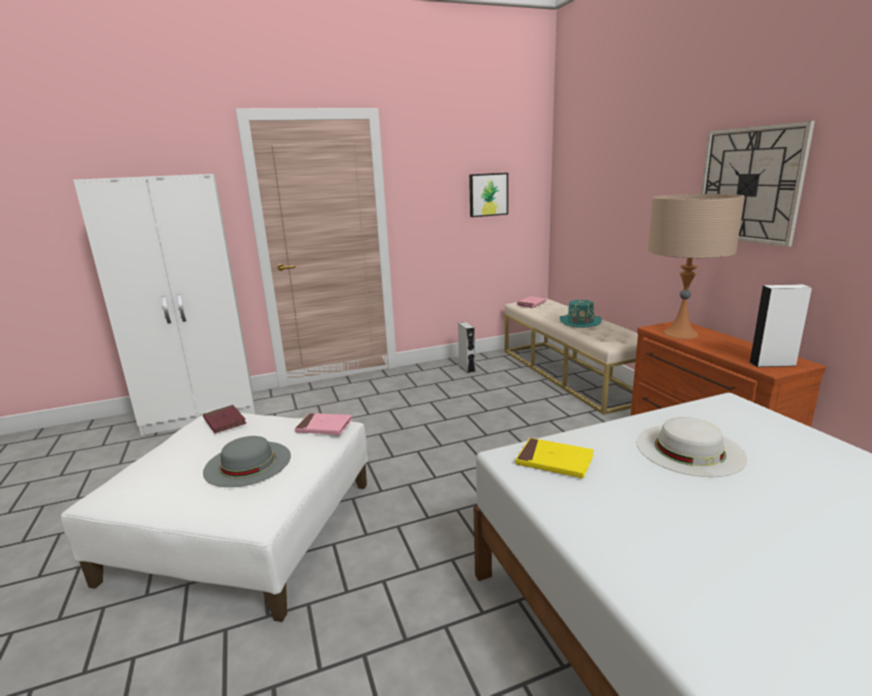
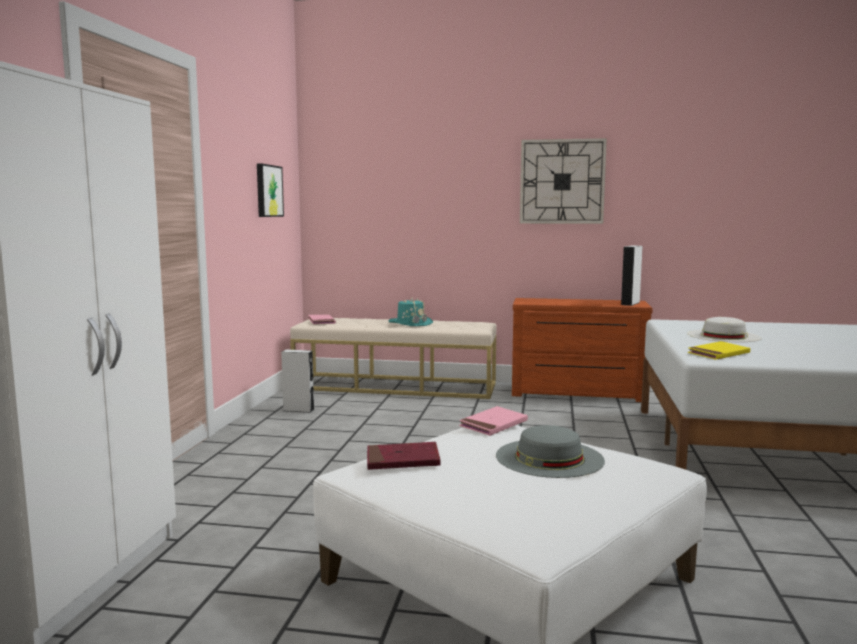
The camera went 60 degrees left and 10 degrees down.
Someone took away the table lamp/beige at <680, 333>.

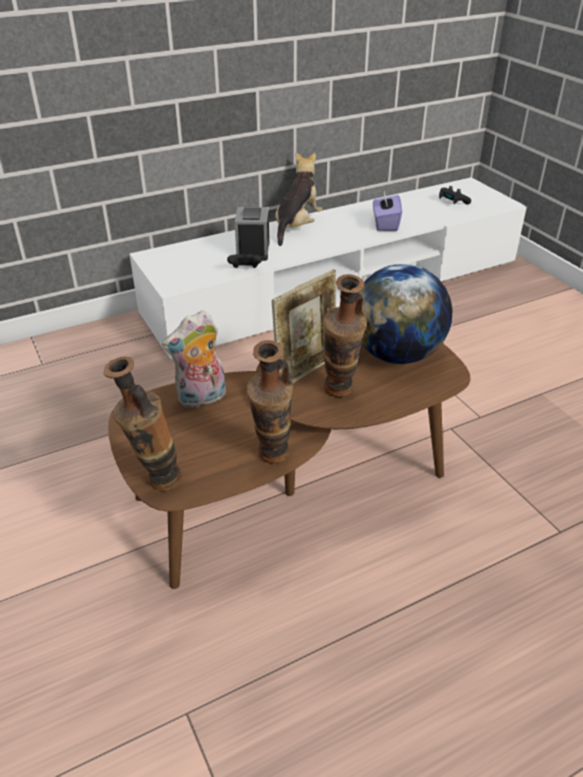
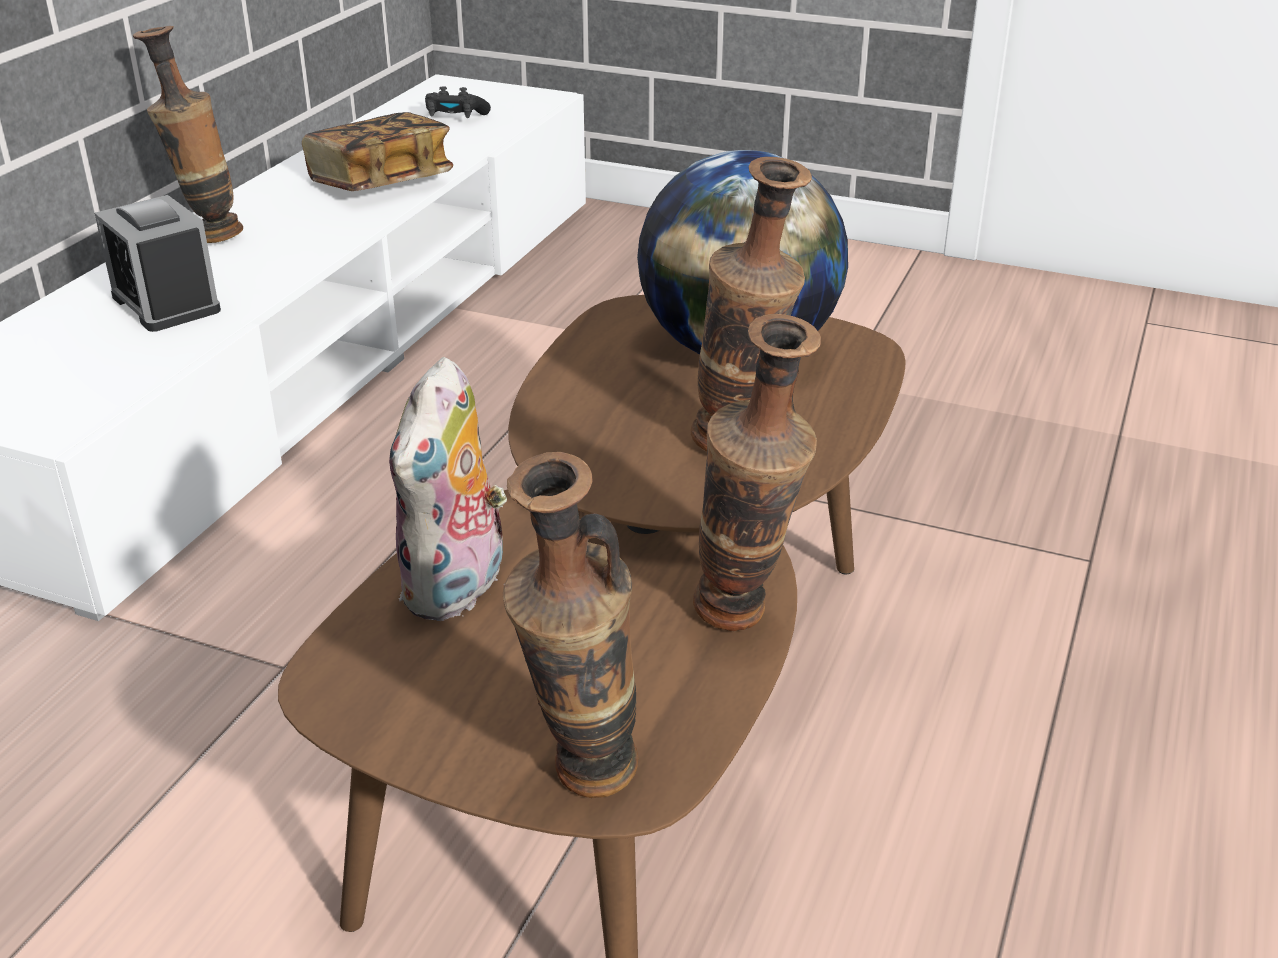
The camera went 40 degrees left and 5 degrees down.
Someone swapped the plush toy at <297, 226> for the vase at <208, 235>.
Someone swapped the tissue box/purple at <385, 224> for the book at <381, 182>.
Someone took away the game controller/black at <245, 270>.
Someone took away the picture frame at <306, 371>.

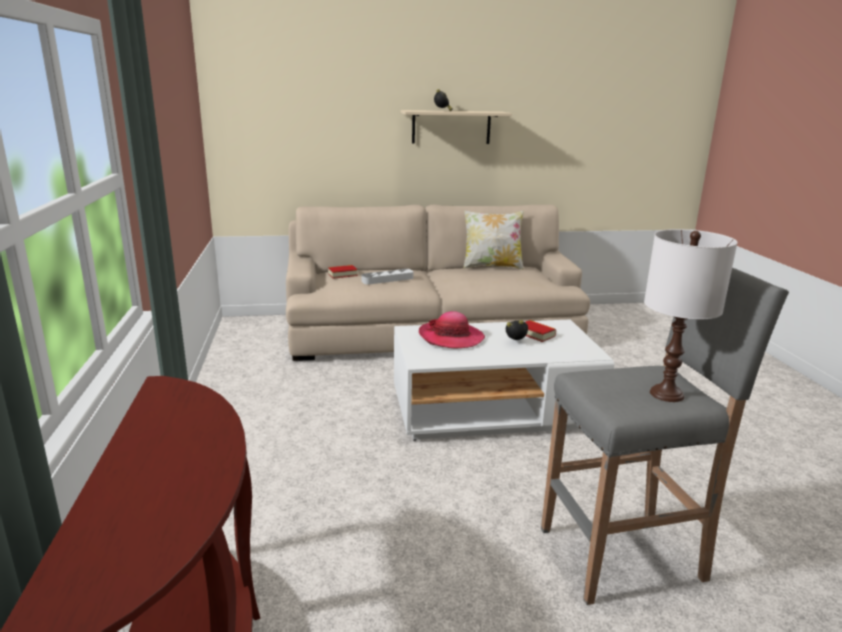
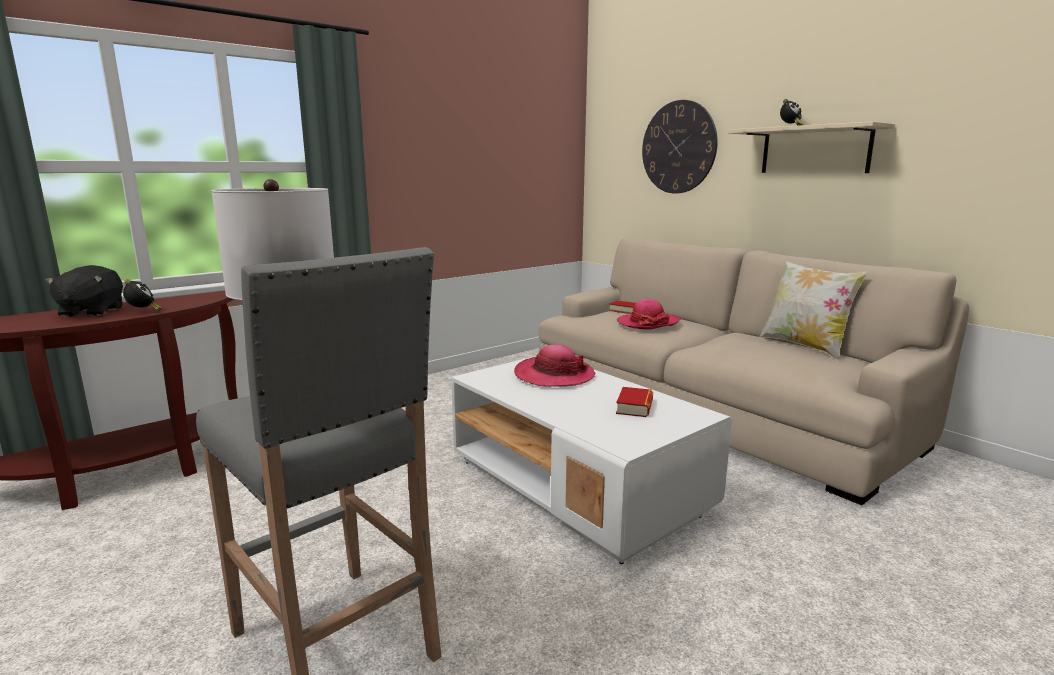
The camera went 60 degrees right and 5 degrees down.
Someone swapped the tray/grey at <387, 279> for the hat at <648, 323>.
Someone carried the alarm clock from <516, 342> to <143, 312>.
Someone put up the wall clock at <678, 147>.
Someone put down the plush toy/black at <91, 312>.

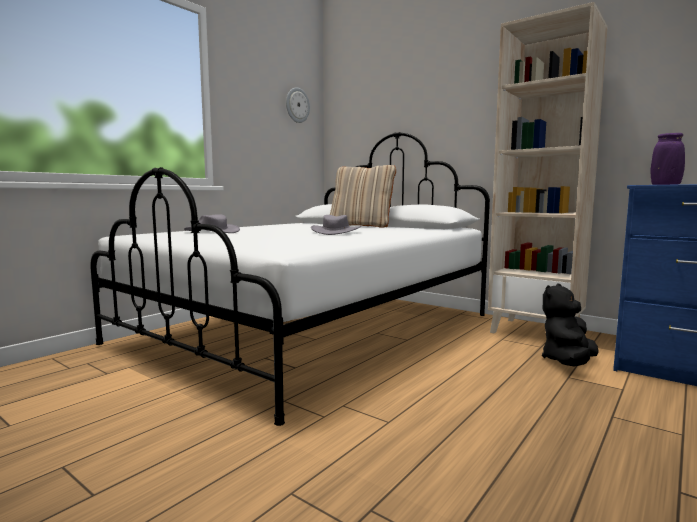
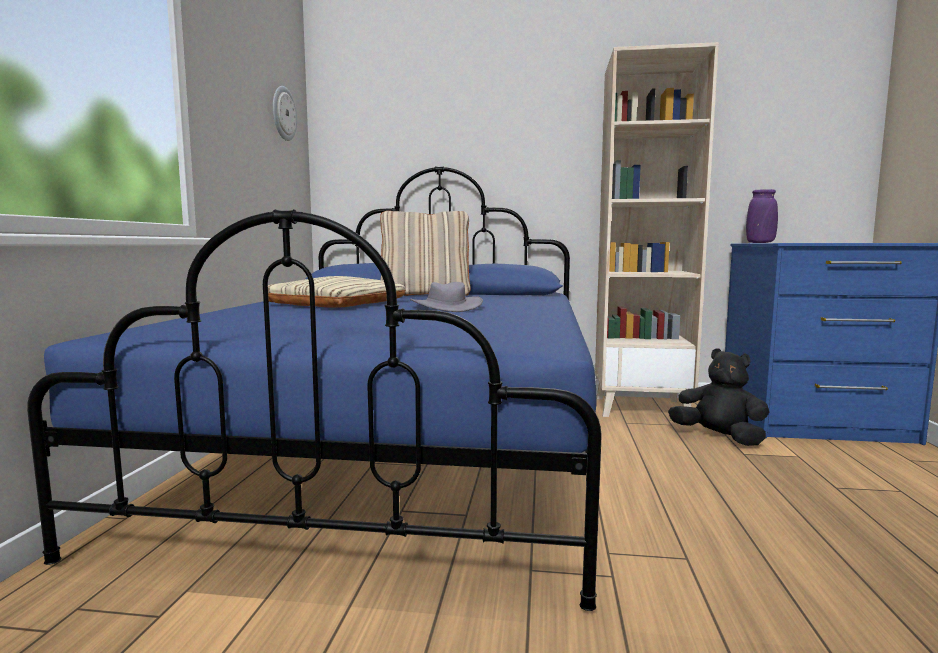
The camera went 30 degrees left and 0 degrees up.
Someone repainted the bed/white at <313, 329>, which became the bed/blue at <400, 451>.
Someone took away the hat/grey at <212, 232>.
Someone rotated the plush toy/black at <568, 362> by 120 degrees clockwise.
Someone put down the pillow/beige at <336, 303>.

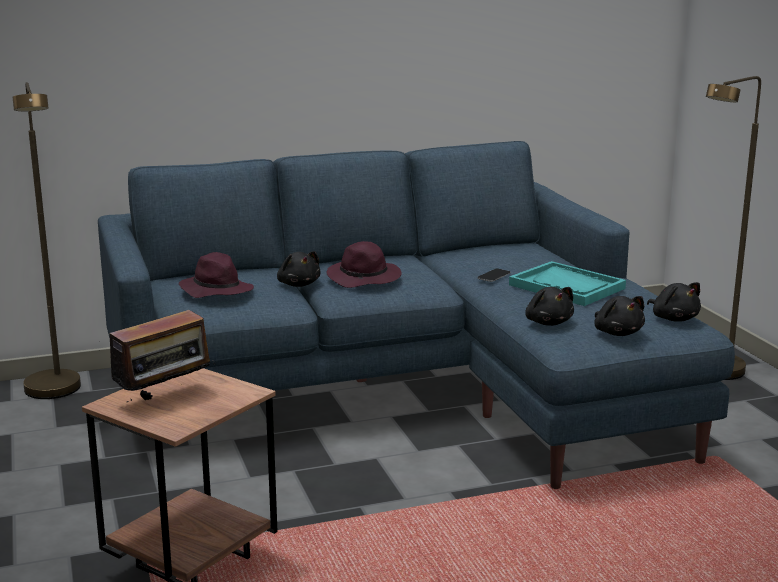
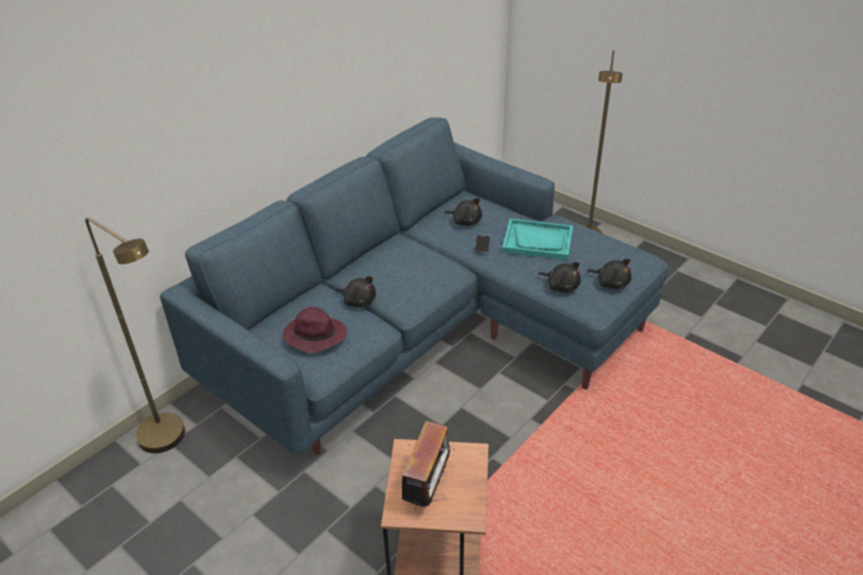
The camera went 30 degrees left and 20 degrees up.
Someone took away the hat/purple at <365, 278>.
Someone carried the plush toy/black from <673, 318> to <465, 221>.

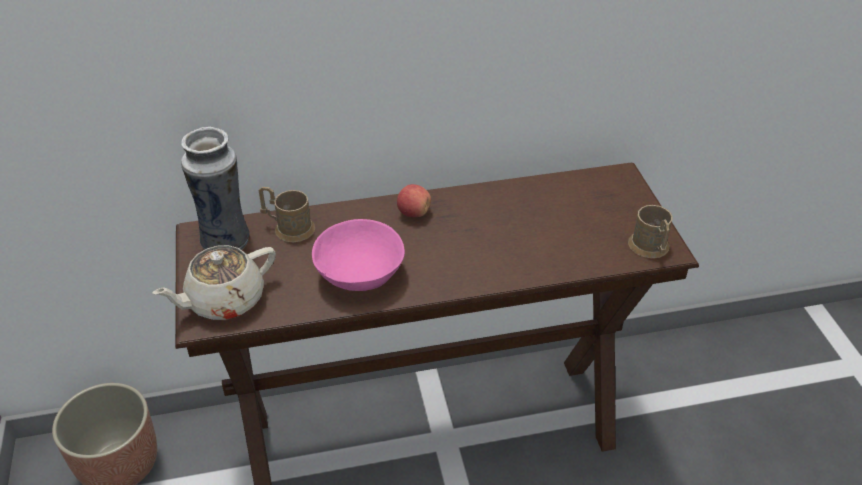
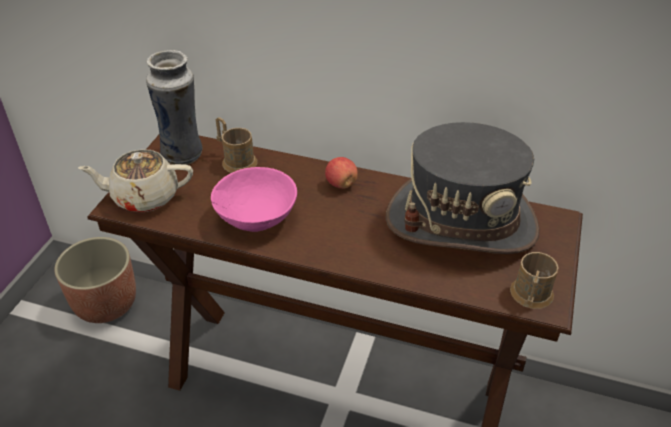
The camera went 30 degrees right and 0 degrees up.
Someone put down the hat/grey at <461, 222>.

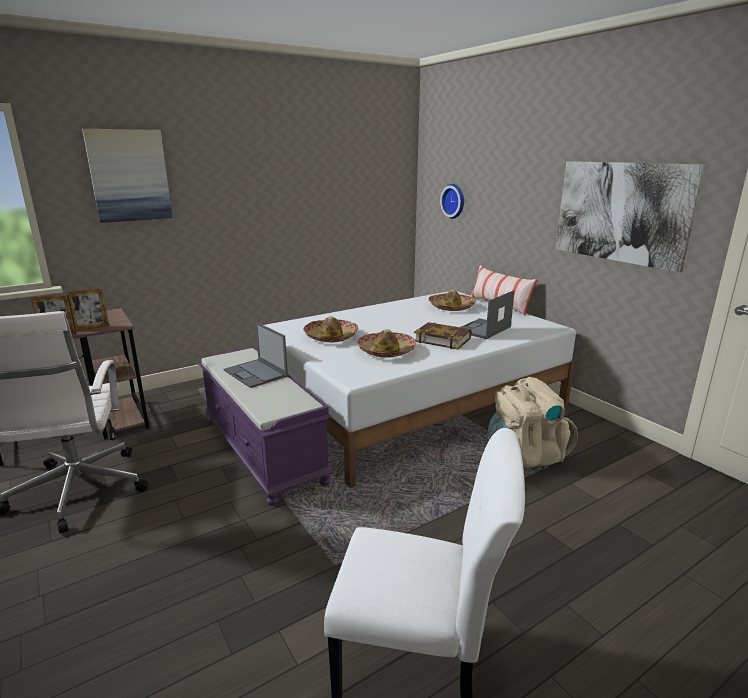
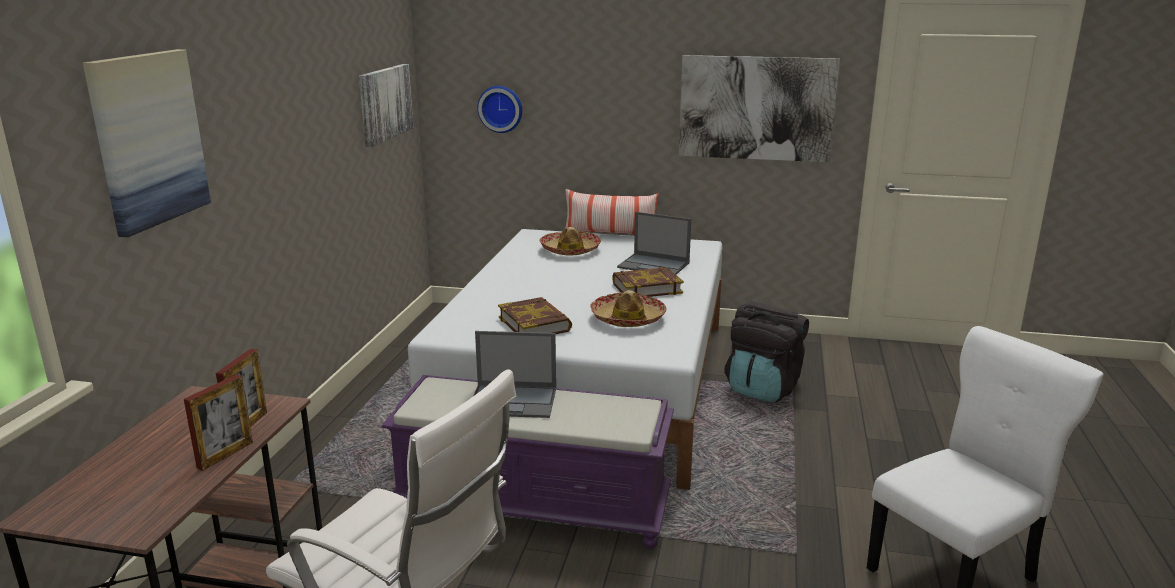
The camera went 45 degrees left and 0 degrees up.
Someone rotated the laptop at <482, 329> by 60 degrees counterclockwise.
Someone swapped the hat at <331, 337> for the book at <535, 324>.
Someone repainted the backpack/beige at <524, 456>, which became the backpack/black at <763, 388>.
Someone put up the picture at <384, 103>.

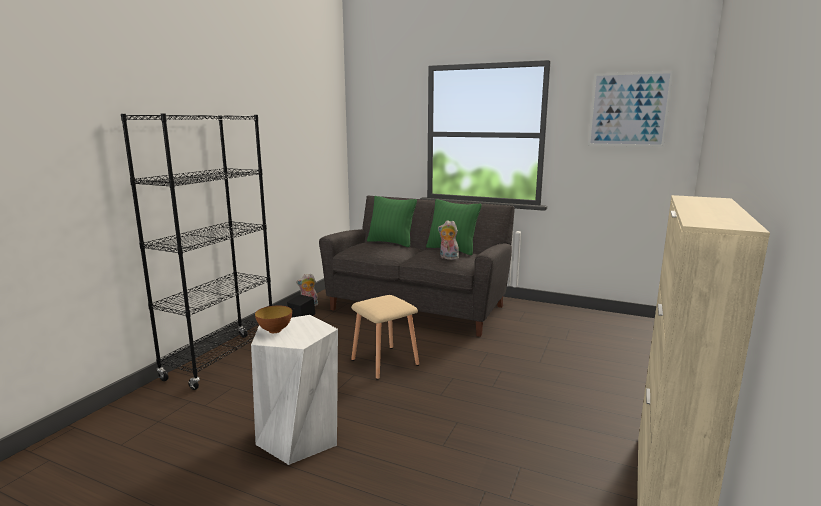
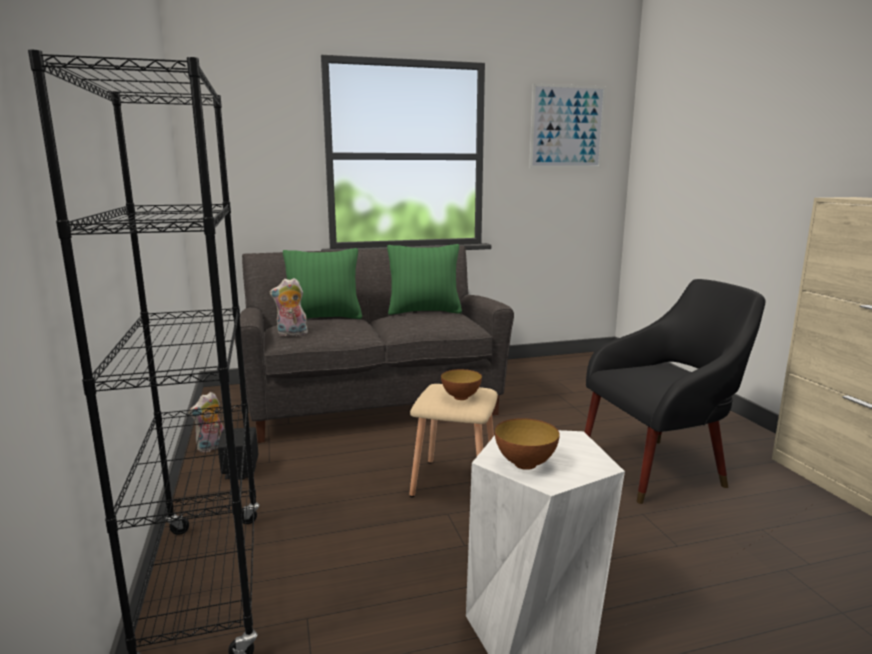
The camera went 40 degrees left and 0 degrees up.
Someone carried the plush toy from <448, 258> to <291, 334>.
Someone put down the armchair/black at <658, 467>.
Someone put down the bowl at <461, 397>.

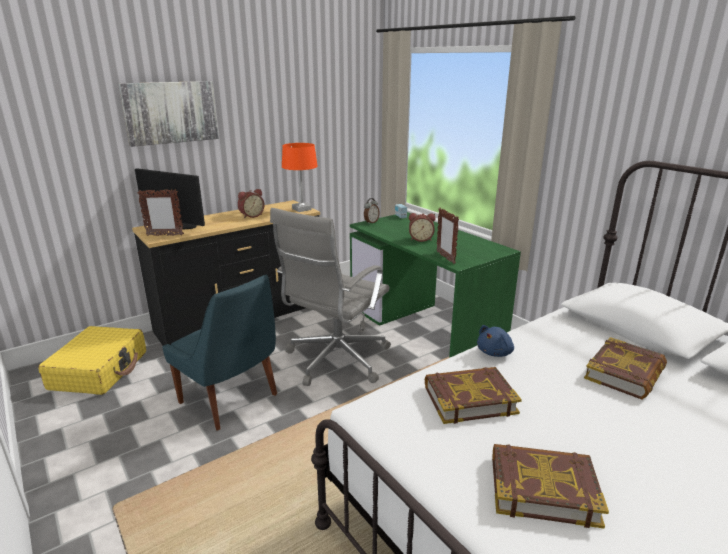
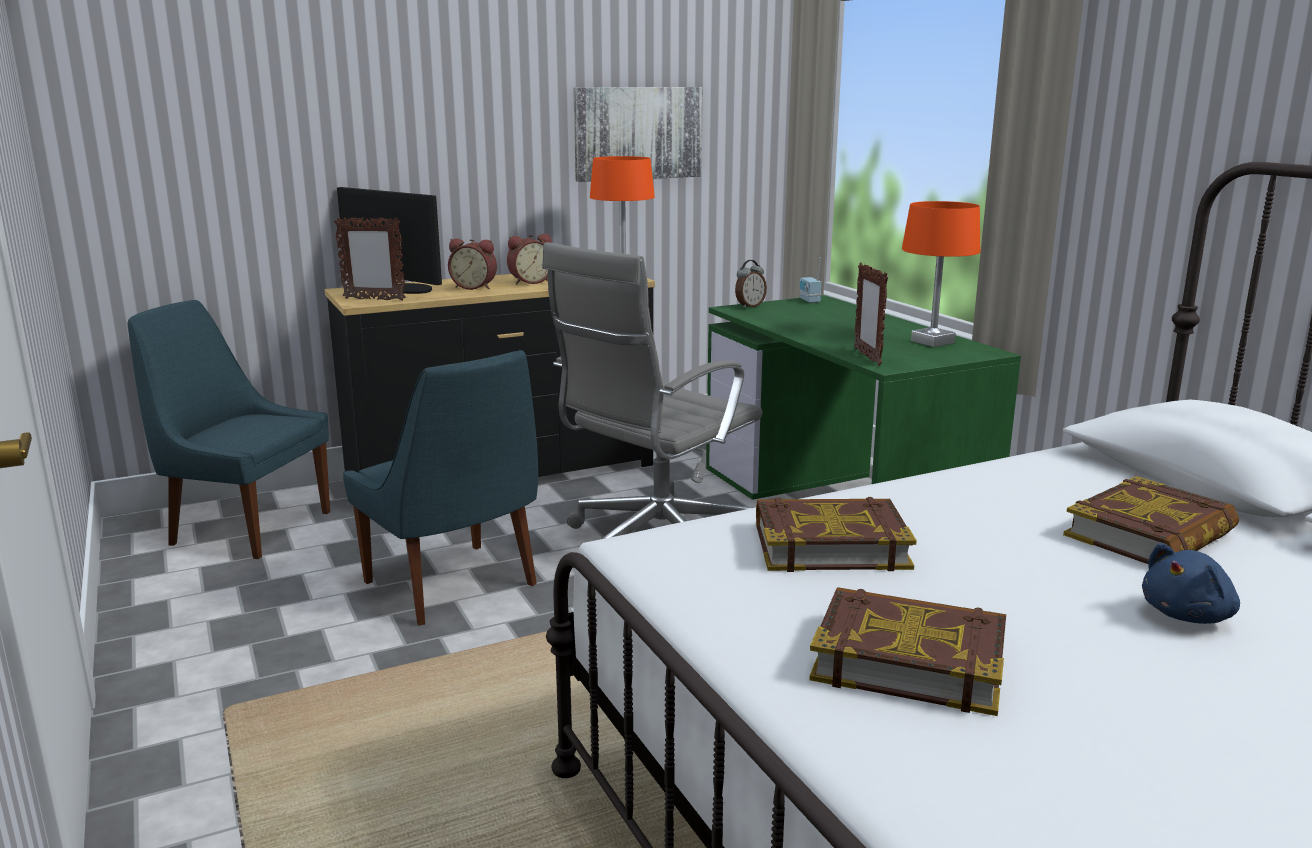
The camera went 10 degrees right and 5 degrees down.
Someone carried the picture from <171, 112> to <637, 133>.
Someone carried the alarm clock from <421, 239> to <474, 287>.
Someone carried the plush toy/blue from <495, 352> to <1188, 615>.
Someone swapped the suitcase/yellow at <99, 370> for the chair/blue at <246, 528>.
Someone put down the table lamp/orange at <932, 342>.

